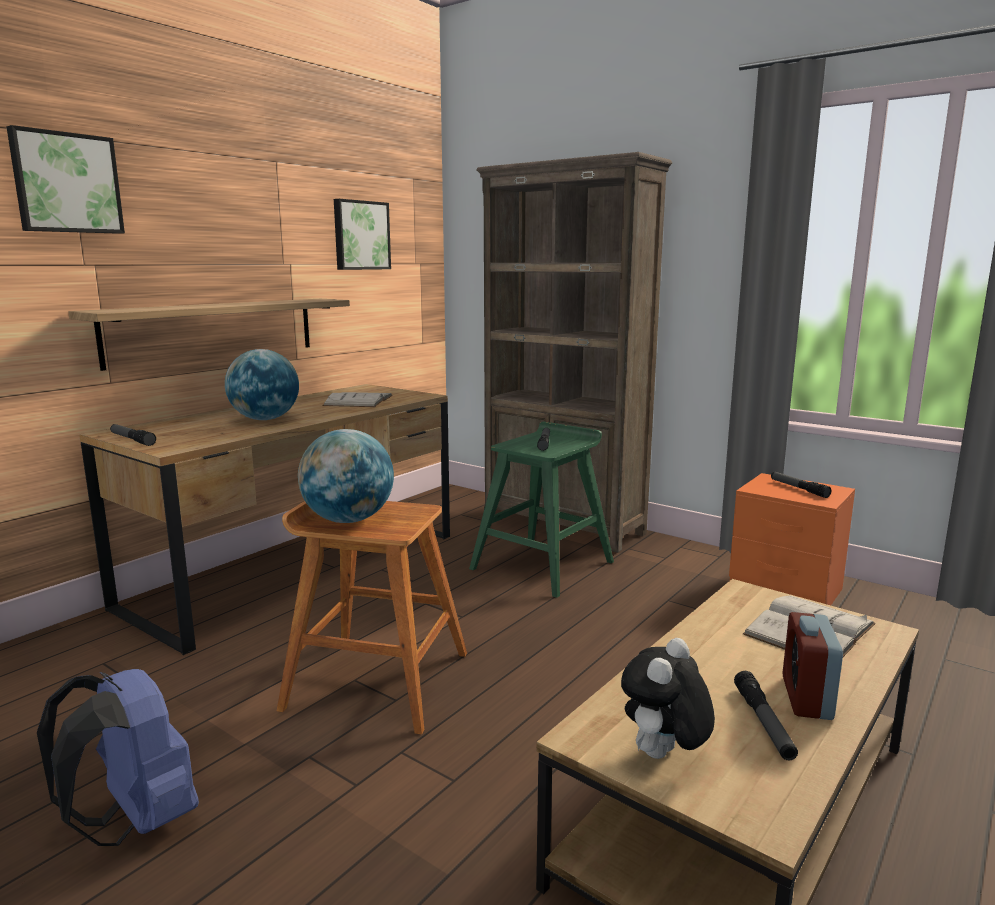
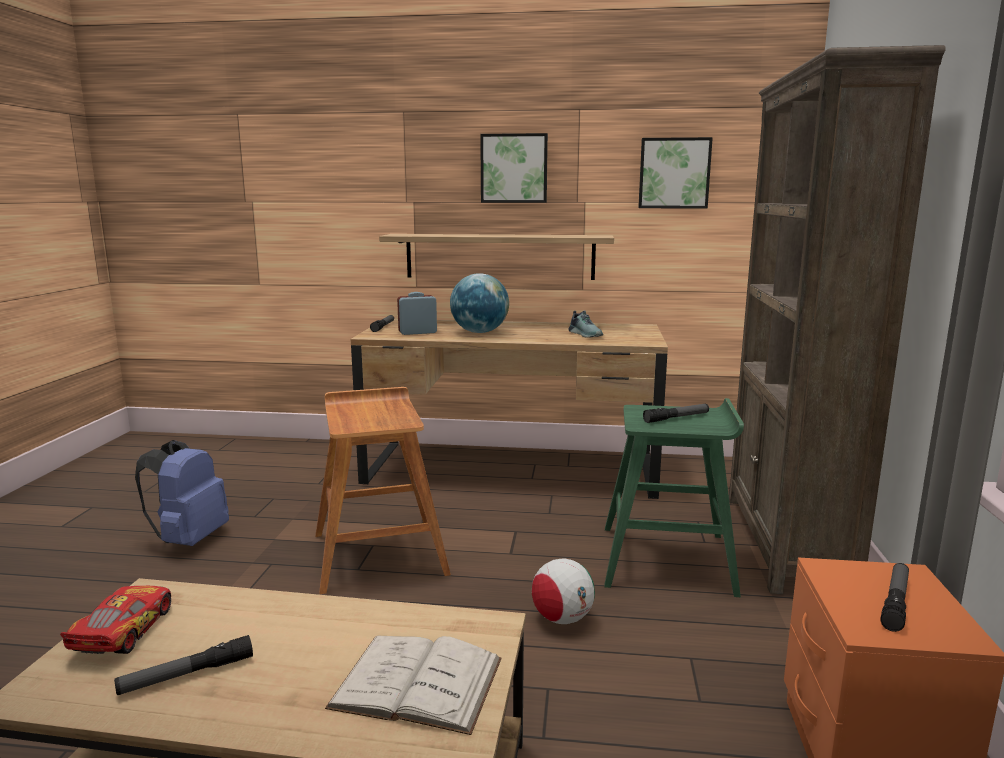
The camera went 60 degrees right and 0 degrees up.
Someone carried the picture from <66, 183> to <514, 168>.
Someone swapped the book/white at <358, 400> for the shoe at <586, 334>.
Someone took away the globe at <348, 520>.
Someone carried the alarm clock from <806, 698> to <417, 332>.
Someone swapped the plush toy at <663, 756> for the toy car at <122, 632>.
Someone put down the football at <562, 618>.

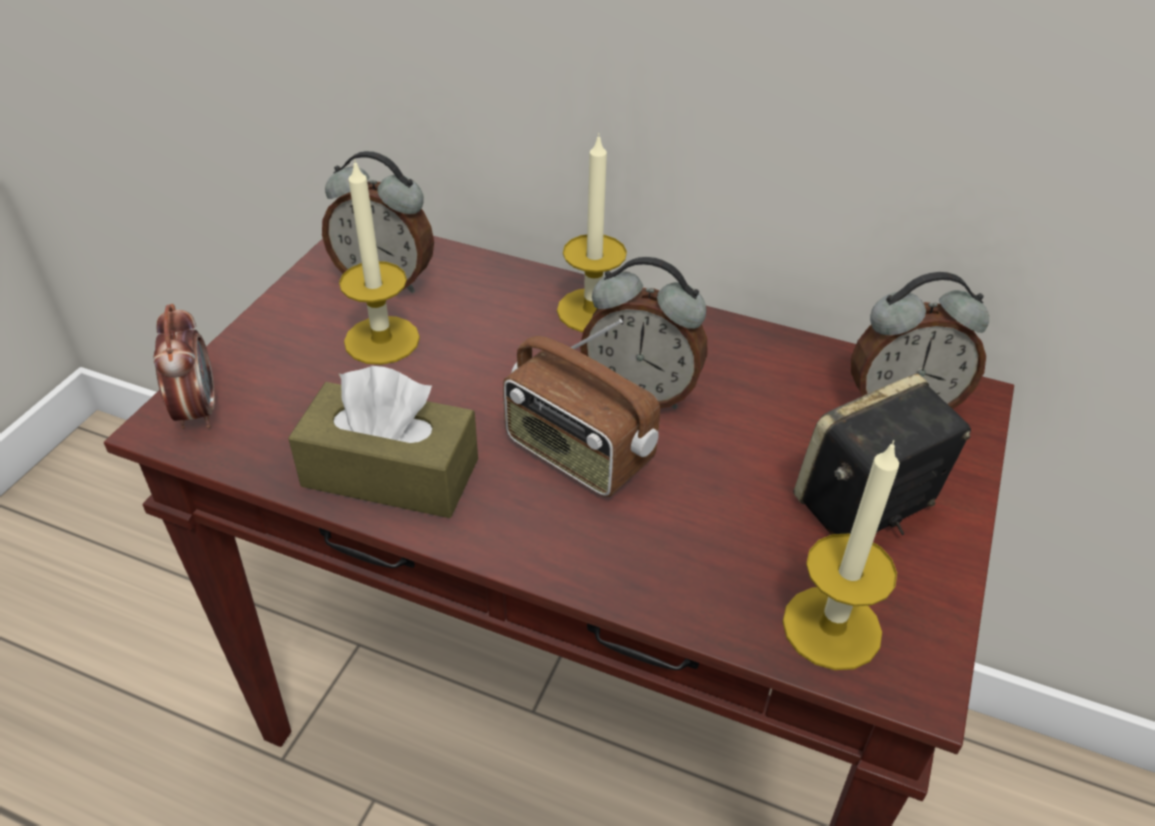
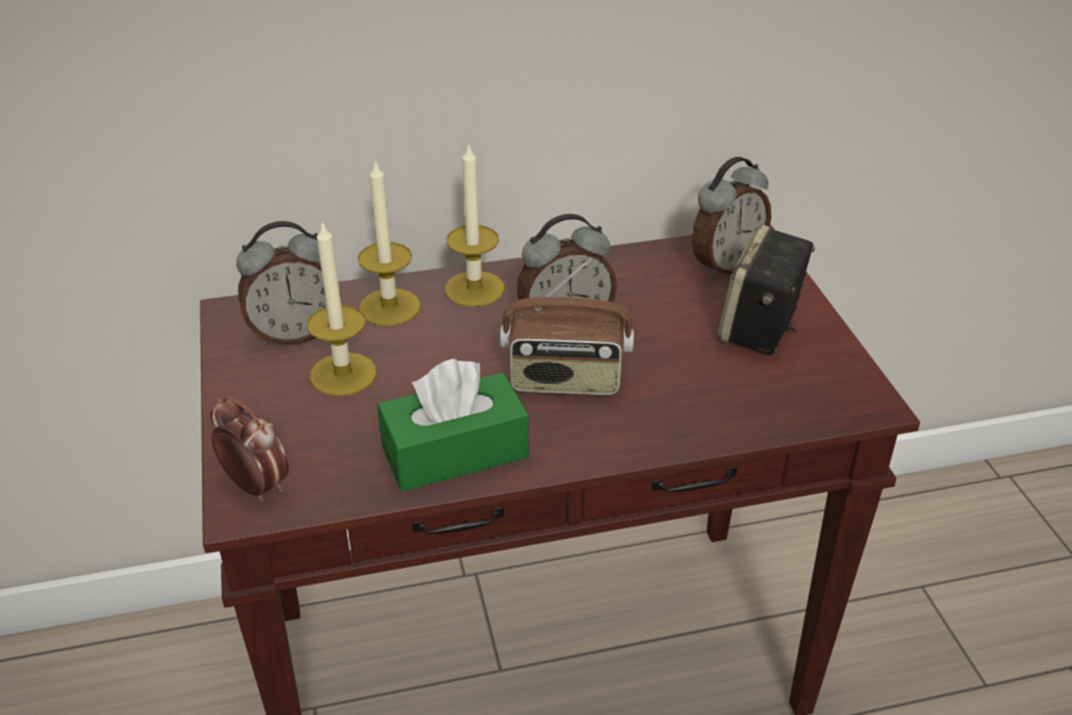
The camera went 35 degrees left and 5 degrees down.
Someone repainted the tissue box/brown at <390, 472>, which became the tissue box/green at <455, 452>.
Someone carried the candle from <831, 627> to <389, 307>.

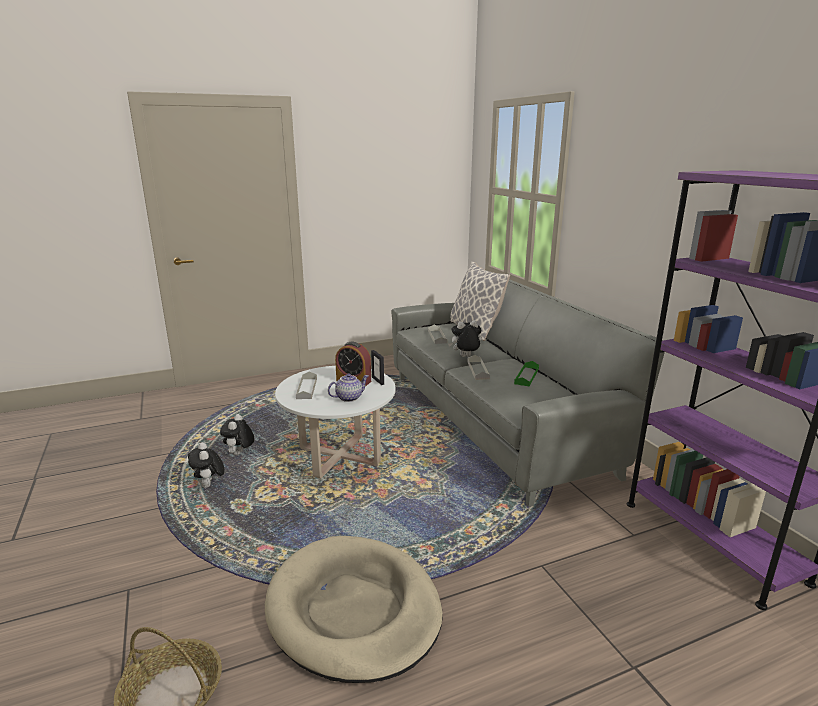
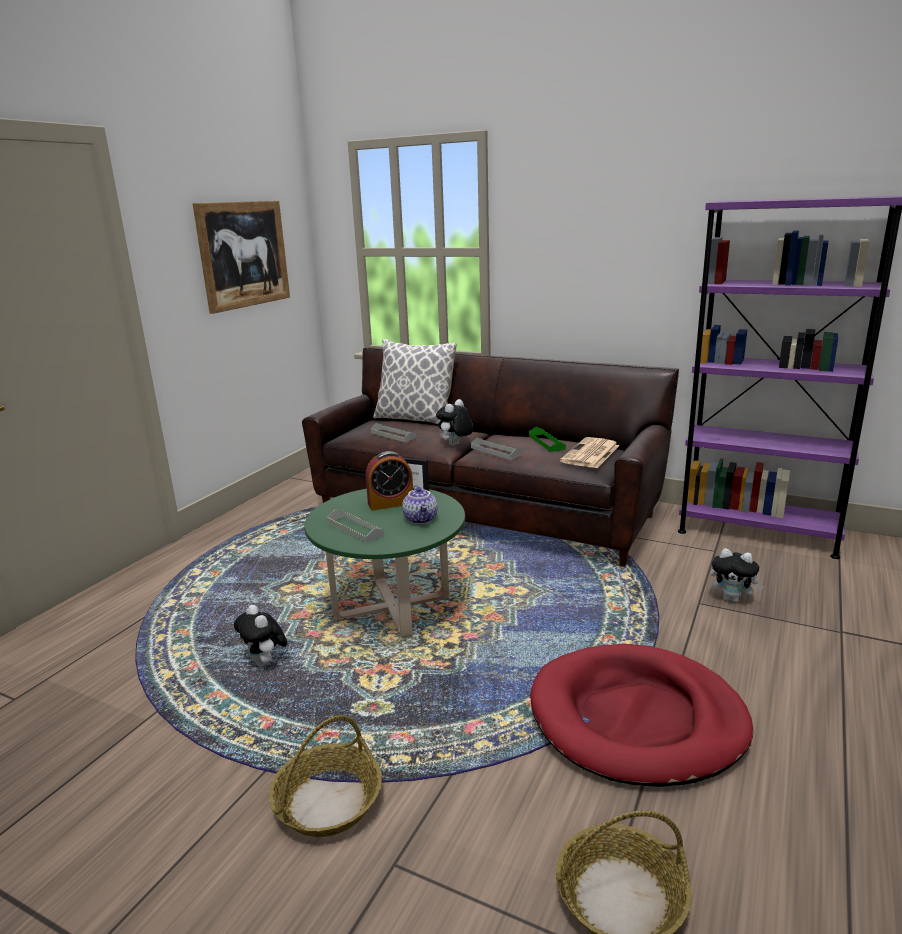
The camera went 40 degrees left and 0 degrees up.
Someone repainted the sofa/grey at <493, 421>, which became the sofa/brown at <484, 512>.
Someone repainted the coffee table/white at <339, 456>, which became the coffee table/green at <392, 608>.
Someone rotated the teapot at <349, 397> by 150 degrees clockwise.
Someone carried the plush toy from <209, 485> to <733, 599>.
Someone repainted the dog bed/beige at <354, 610>, which became the dog bed/red at <637, 719>.
Someone put up the picture at <244, 254>.
Someone put down the newspaper at <590, 454>.
Someone put down the basket at <327, 802>.

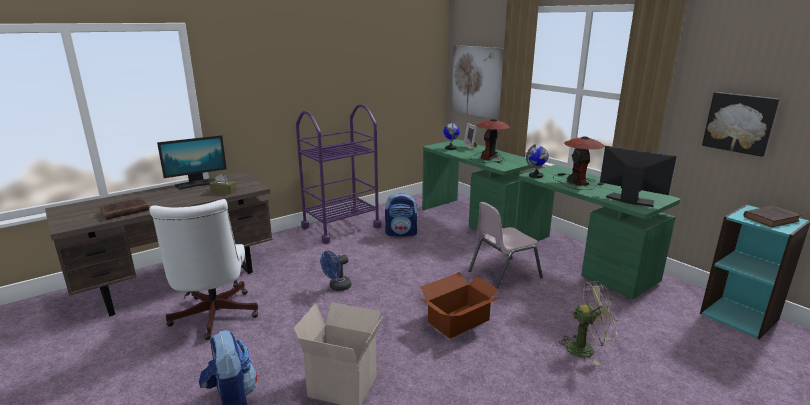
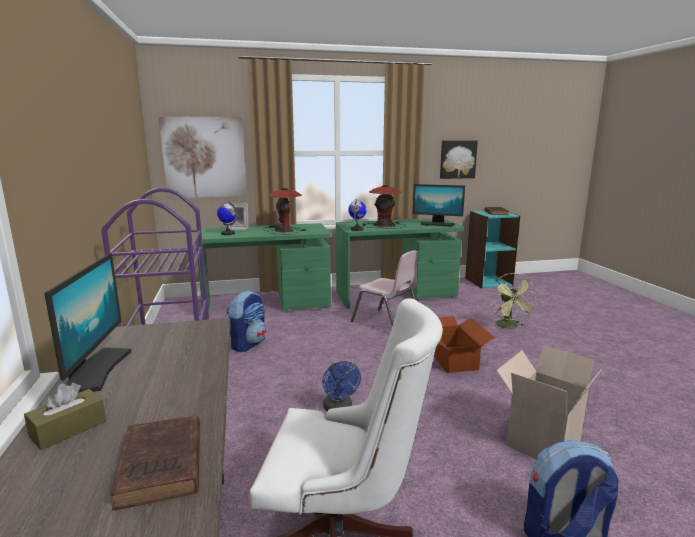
The camera went 65 degrees left and 5 degrees down.
Someone rotated the monitor at <630, 200> by 135 degrees counterclockwise.
Someone carried the tissue box/brown from <223, 191> to <68, 429>.
Someone rotated the chair/pink at <503, 274> by 45 degrees counterclockwise.
Someone rotated the fan/green at <585, 348> by 150 degrees clockwise.

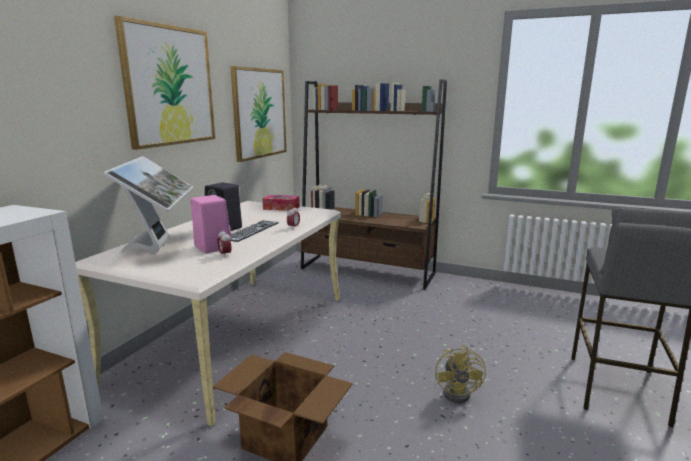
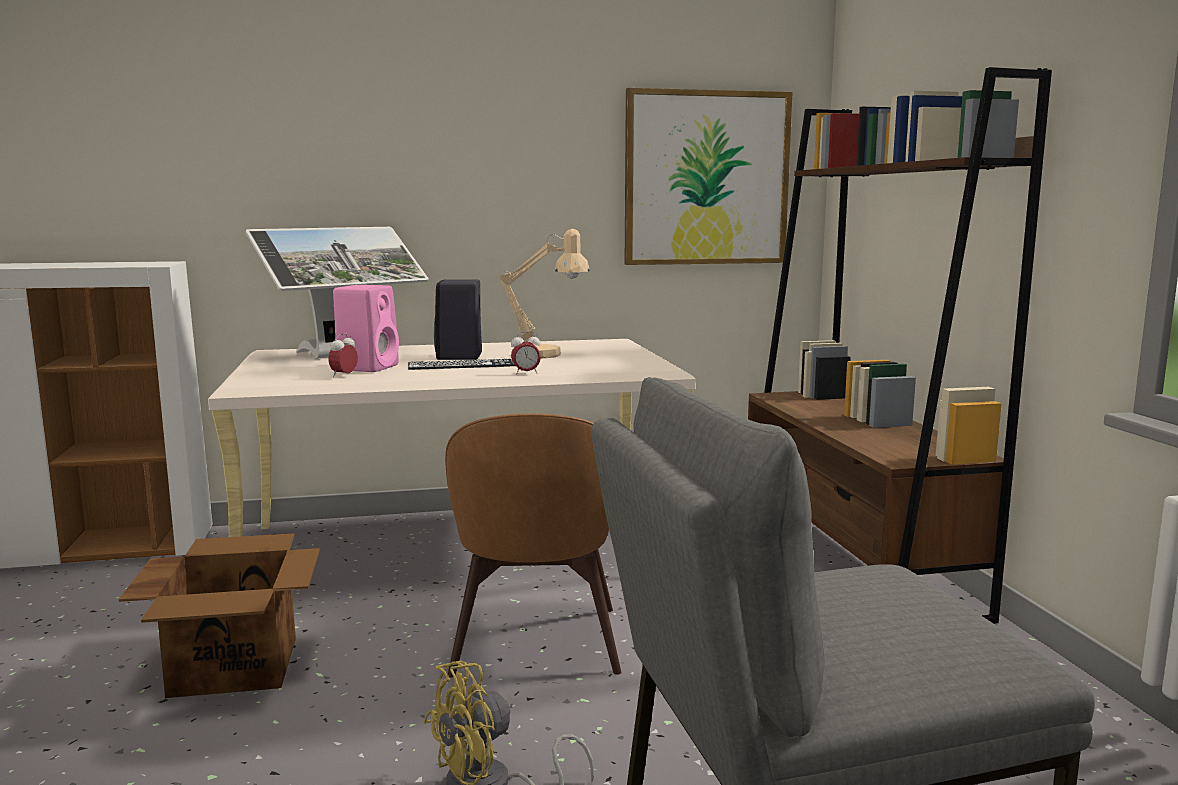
The camera went 55 degrees right and 5 degrees down.
Someone took away the picture at <169, 86>.
Someone took away the tissue box at <281, 208>.
Someone put down the table lamp/beige at <548, 355>.
Someone put down the chair/brown at <535, 645>.

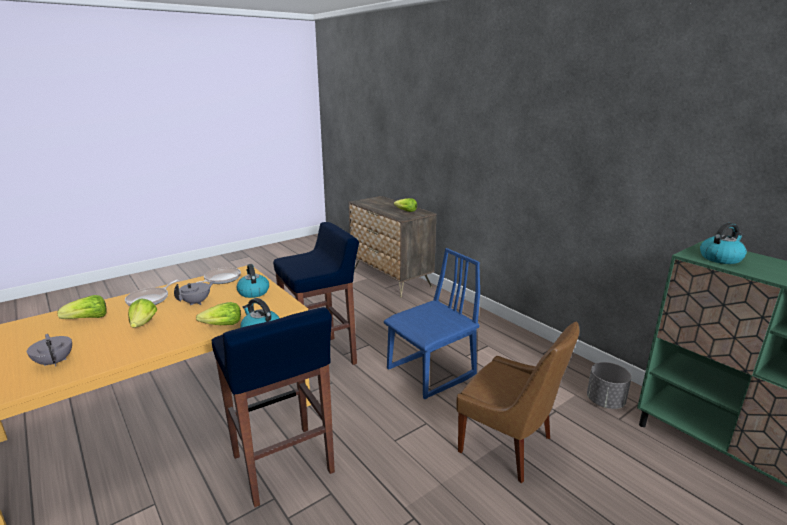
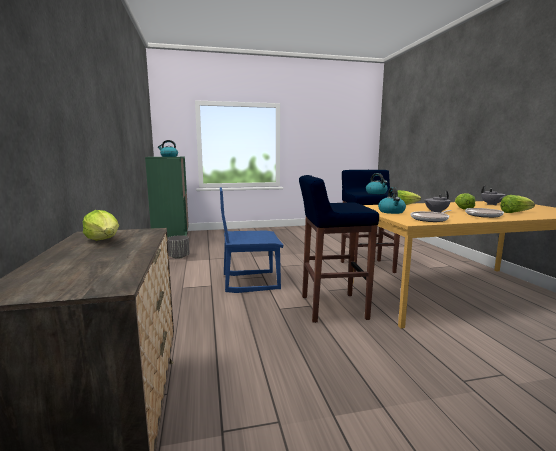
The camera went 155 degrees left and 10 degrees down.
Someone took away the chair/brown at <509, 446>.

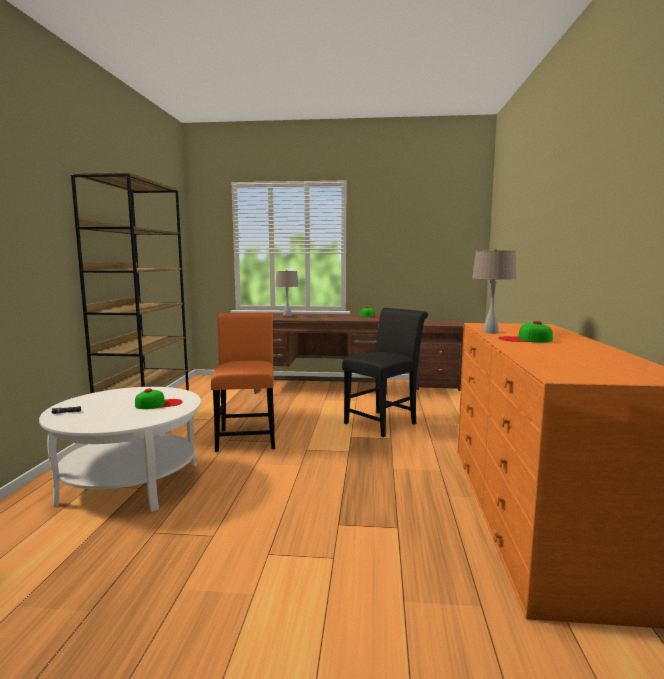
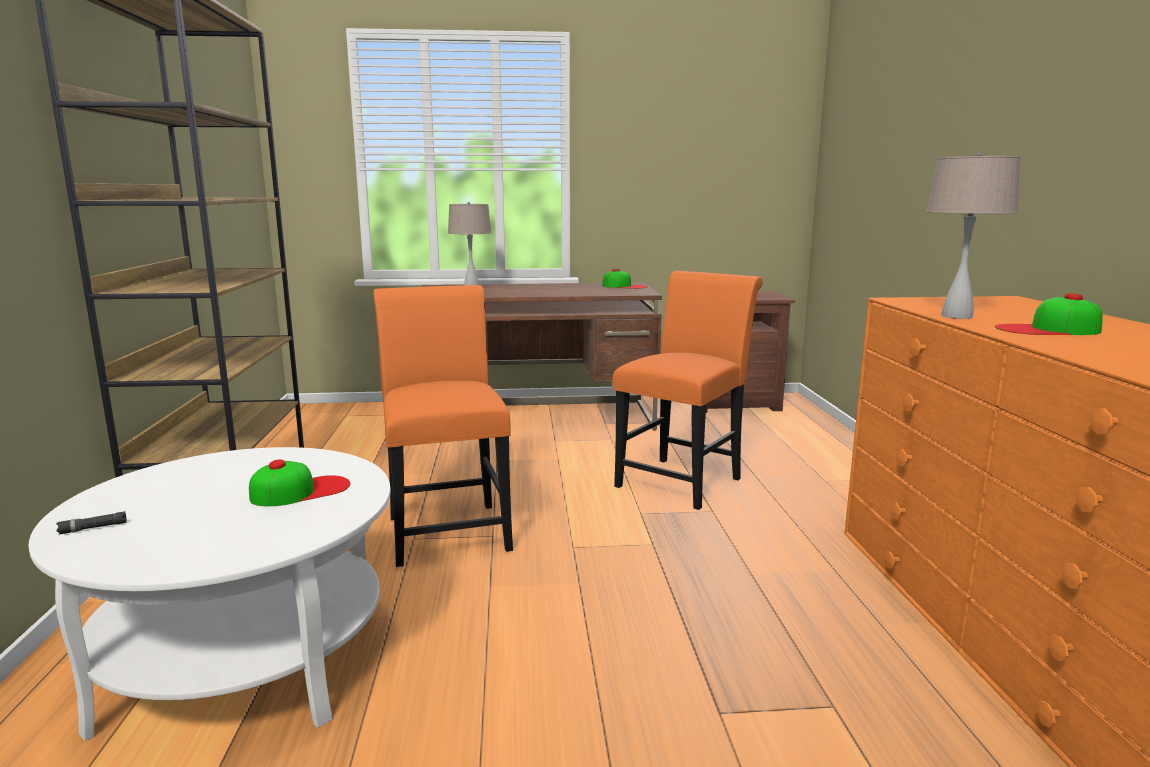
The camera went 10 degrees left and 5 degrees up.
Someone repainted the chair/black at <384, 422>, which became the chair/orange at <683, 480>.

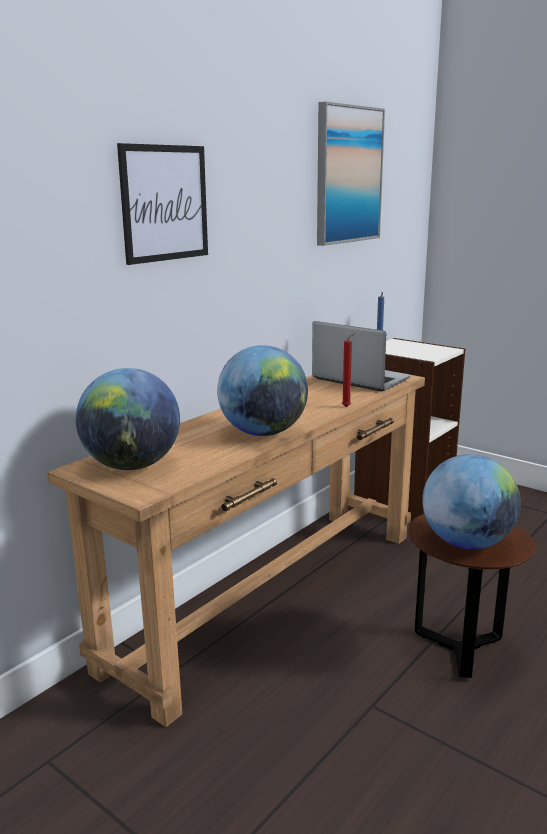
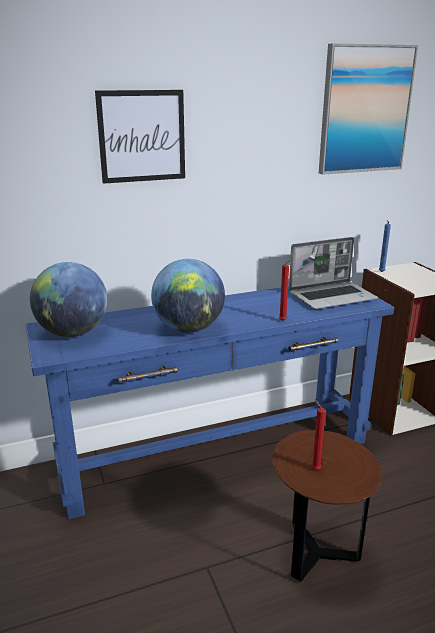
The camera went 30 degrees right and 5 degrees up.
Someone rotated the laptop at <359, 379> by 90 degrees clockwise.
Someone repainted the console table/brown at <272, 595>, which became the console table/blue at <216, 453>.
Someone swapped the globe at <466, 543> for the candle/red at <314, 468>.

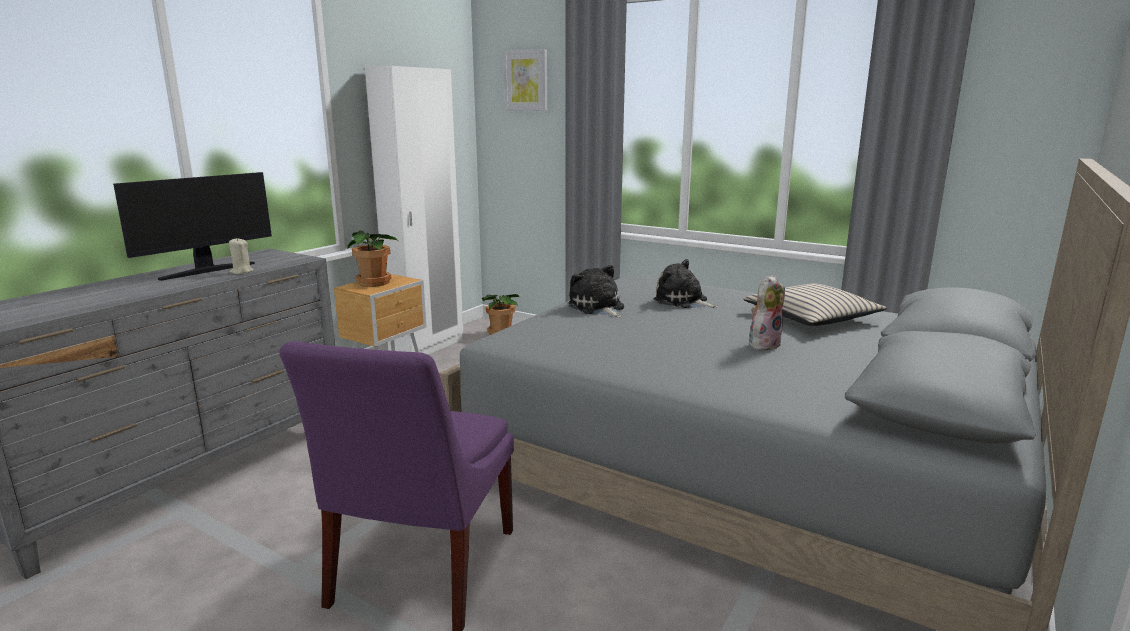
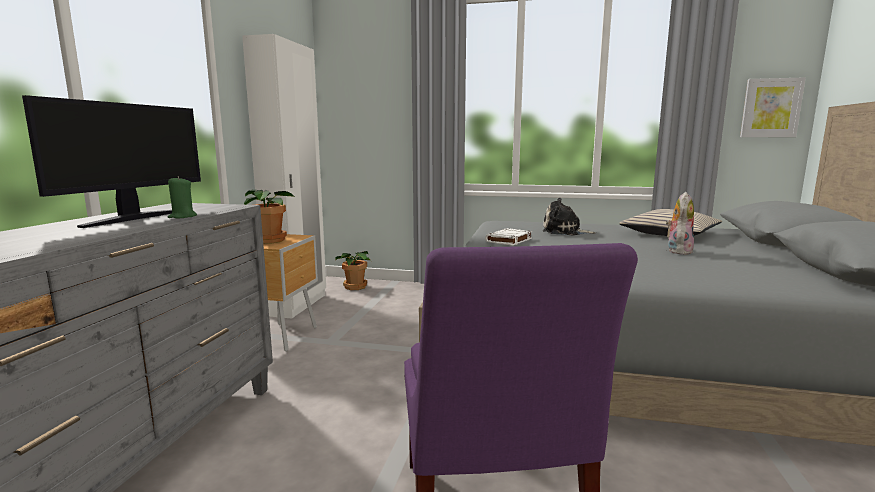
The camera went 20 degrees left and 5 degrees down.
Someone carried the picture from <526, 81> to <770, 108>.
Someone repainted the candle/beige at <241, 272>, which became the candle/green at <182, 217>.
Someone swapped the plush toy at <597, 308> for the book/white at <509, 240>.

